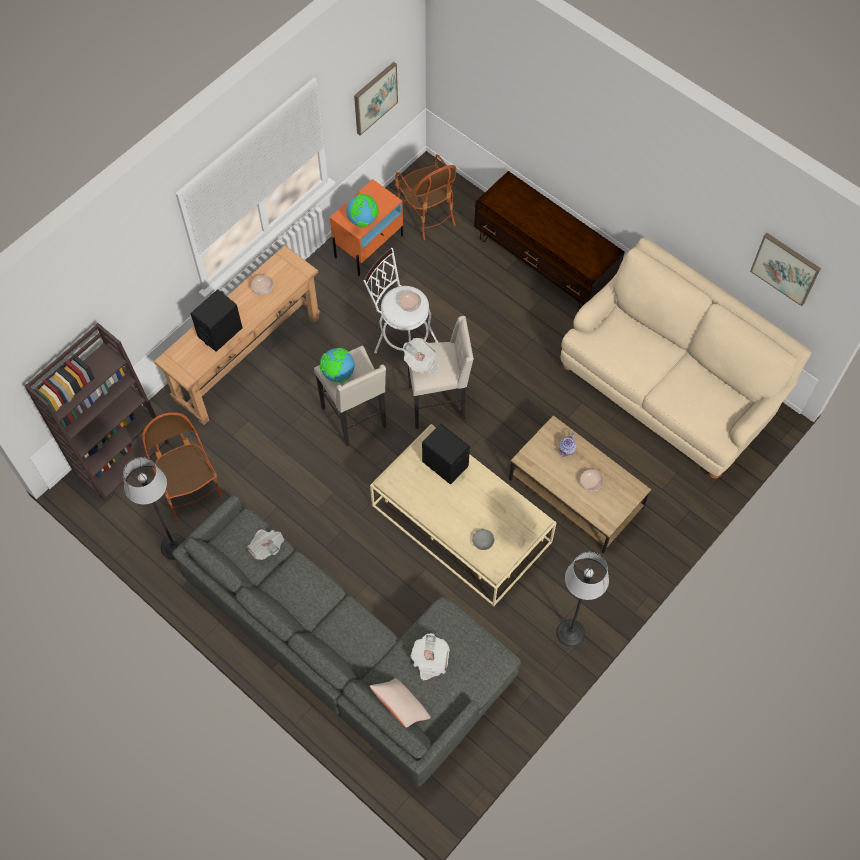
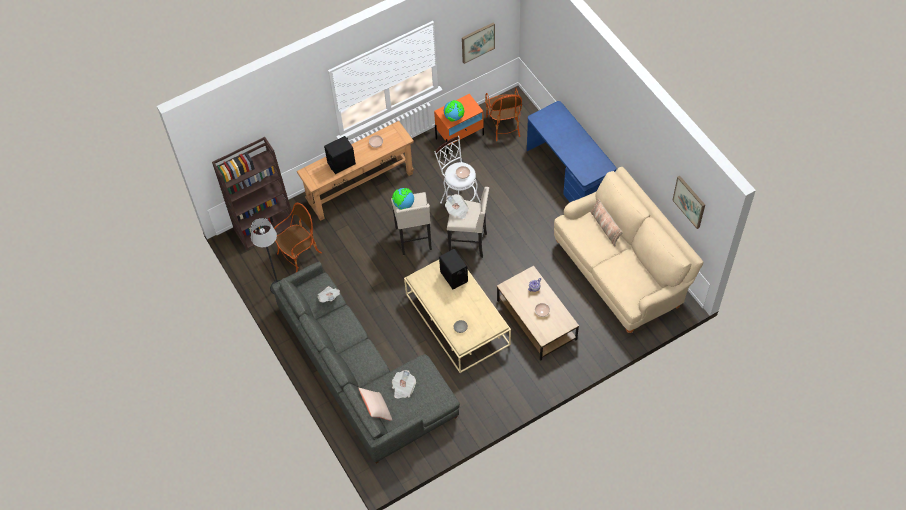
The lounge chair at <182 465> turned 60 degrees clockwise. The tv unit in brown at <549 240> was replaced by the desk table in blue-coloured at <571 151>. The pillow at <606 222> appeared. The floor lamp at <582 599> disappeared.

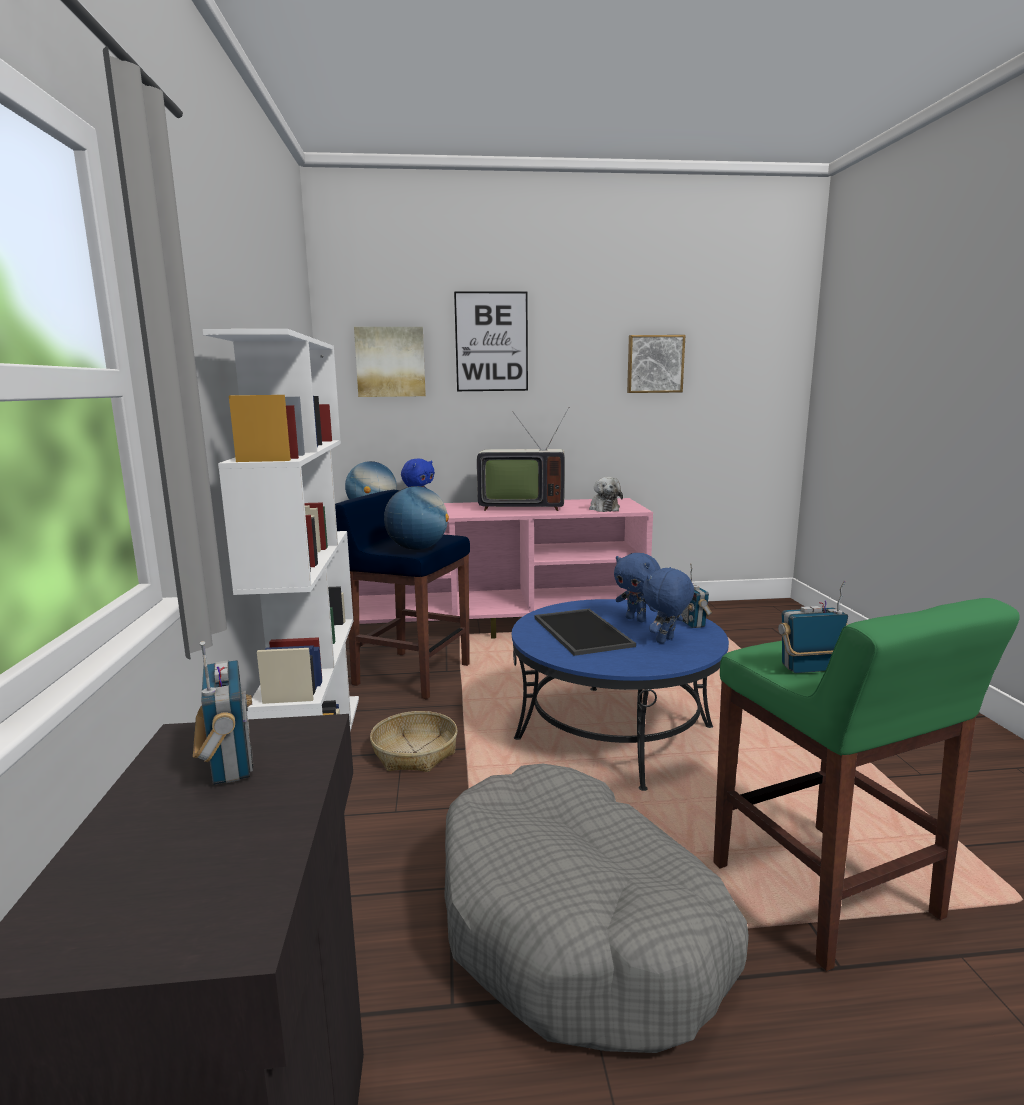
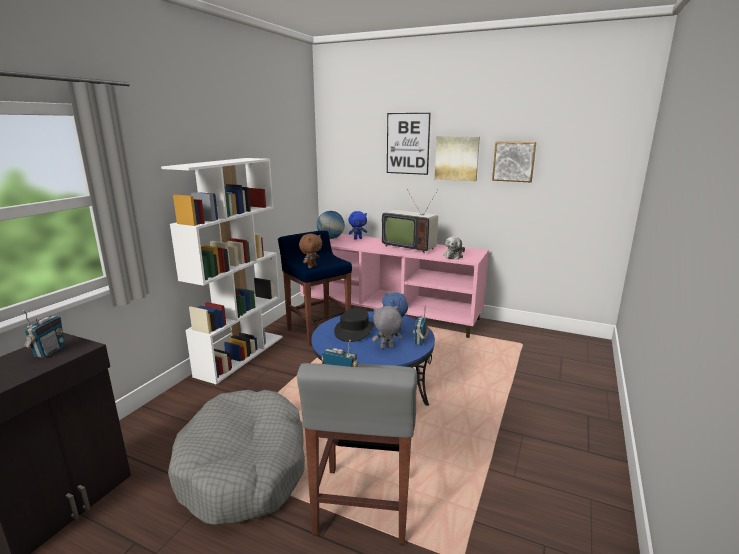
The sitting stool in green-coloured at <866 784> became the sitting stool in greyish at <357 454>. The world globe at <416 518> was replaced by the plush toy in brown at <310 251>. The carrying tray at <585 632> was replaced by the clothing hat in black at <354 325>. The plush toy in blue-coloured at <668 605> became the plush toy in greyish at <387 327>. The wall picture moved from <390 362> to <457 158>. The household basket at <414 741> disappeared.

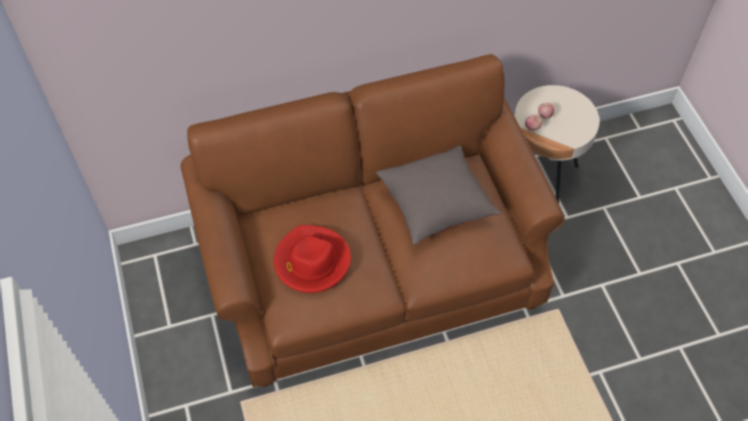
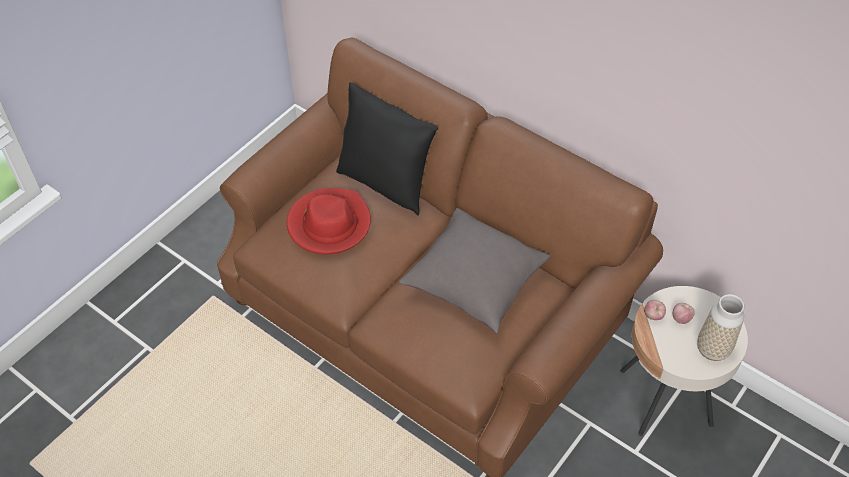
The pillow in black at <387 148> appeared. The vase at <720 327> appeared.

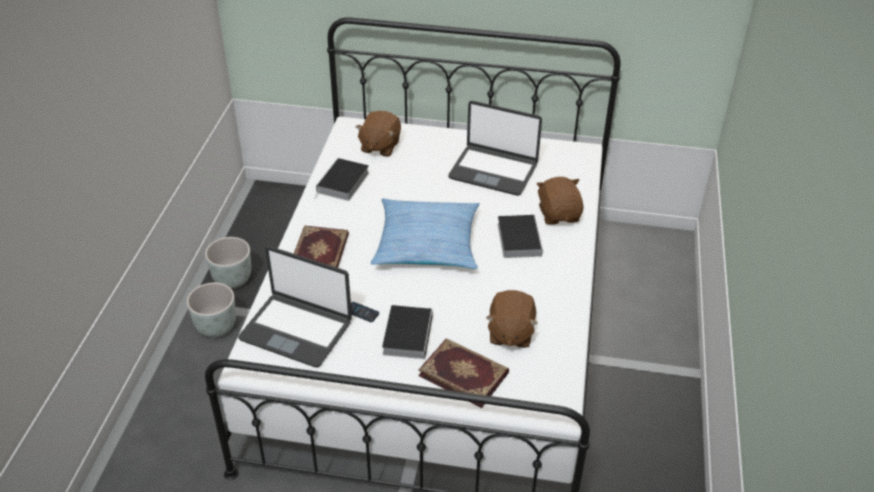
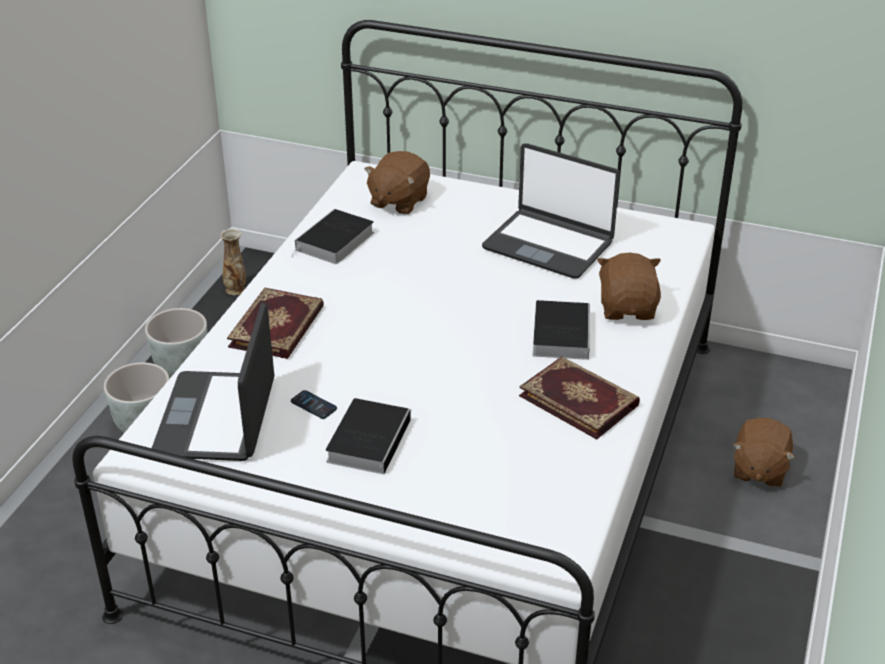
The portable computer at <295 306> turned 60 degrees clockwise. The vase at <233 261> appeared. The book moved from <463 373> to <579 398>. The plush toy in brown moved from <512 319> to <764 453>. The pillow at <425 234> disappeared.

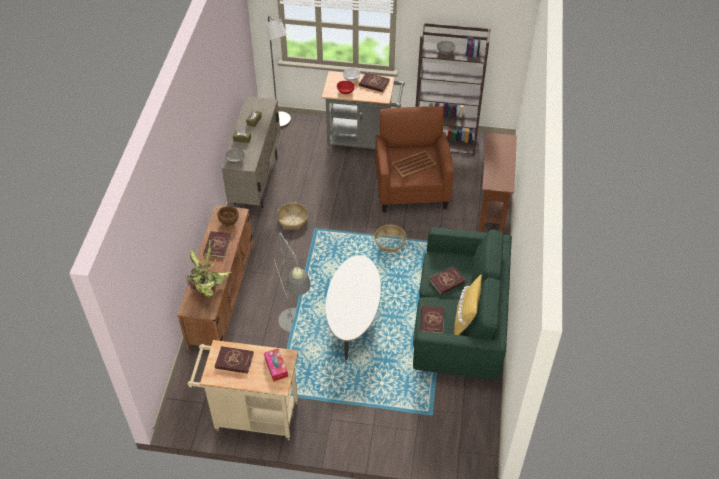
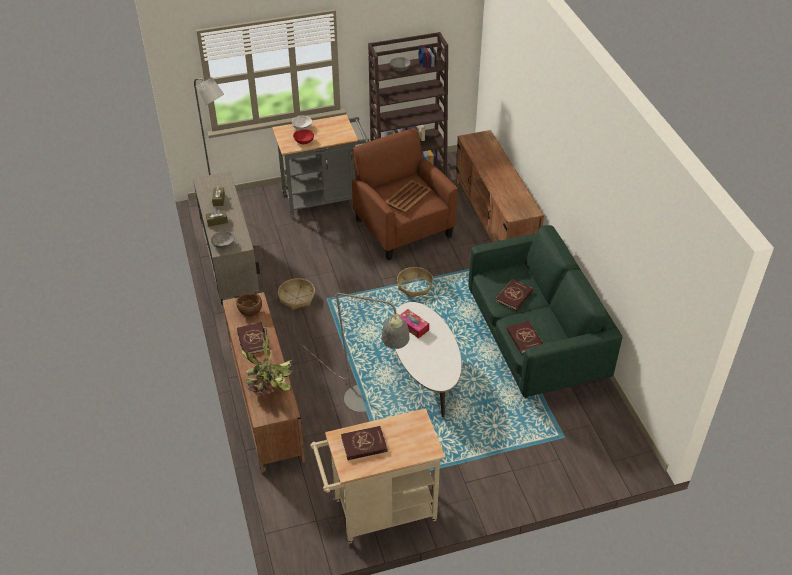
The tissue holder moved from <276 365> to <414 324>. The narrow table in brown at <497 182> was replaced by the tv unit in brown at <499 186>. The book in reddish at <374 82> disappeared. The pillow in yellow at <468 304> disappeared.

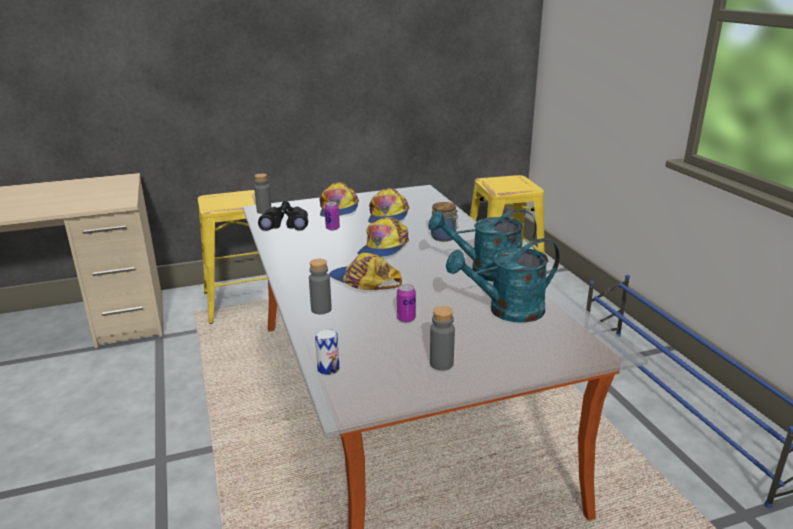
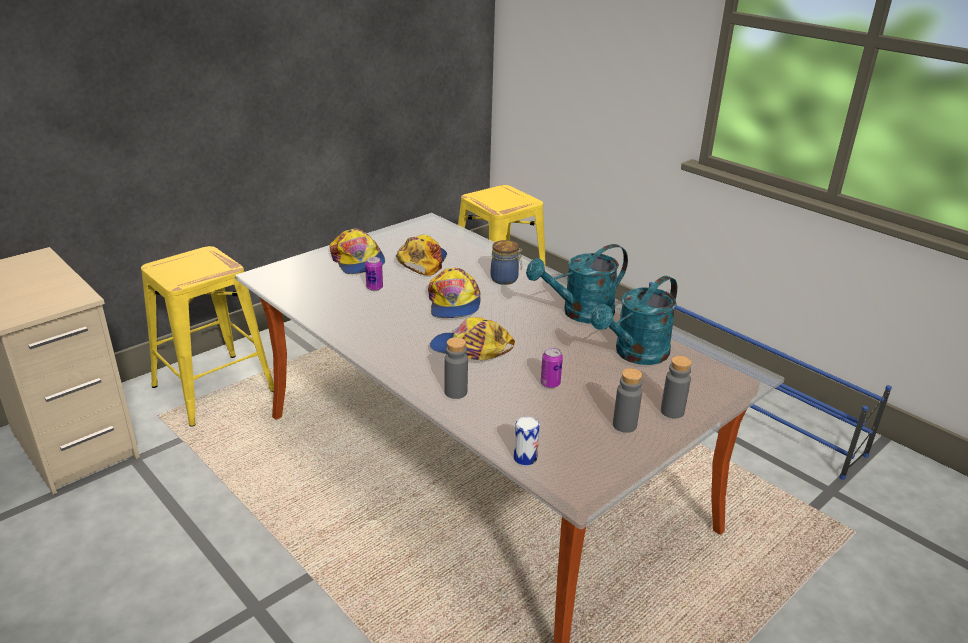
The baseball cap at <388 205> turned 150 degrees counterclockwise. The beverage bottle in greyish moved from <262 194> to <676 387>. The binoculars in black at <283 216> disappeared.

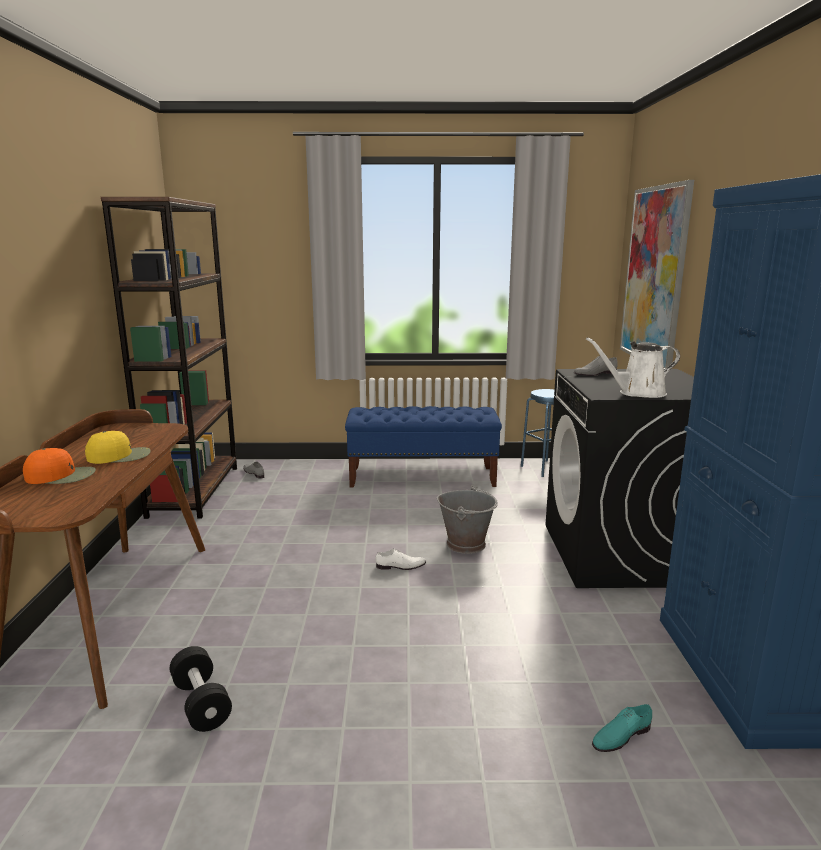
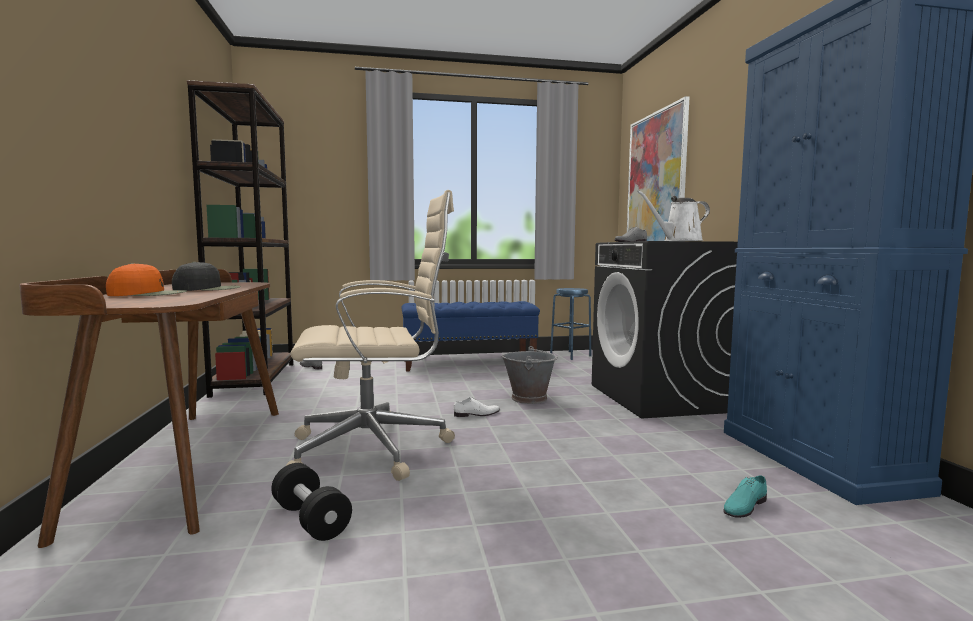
The baseball cap in yellow at <118 447> became the baseball cap in black at <206 276>. The desk chair in beige at <370 335> appeared.

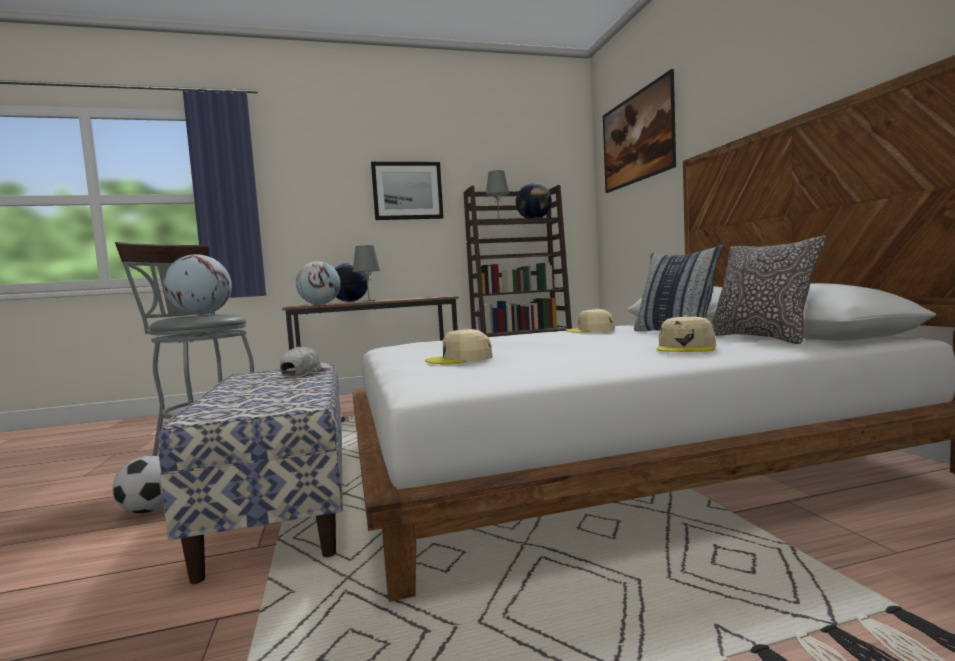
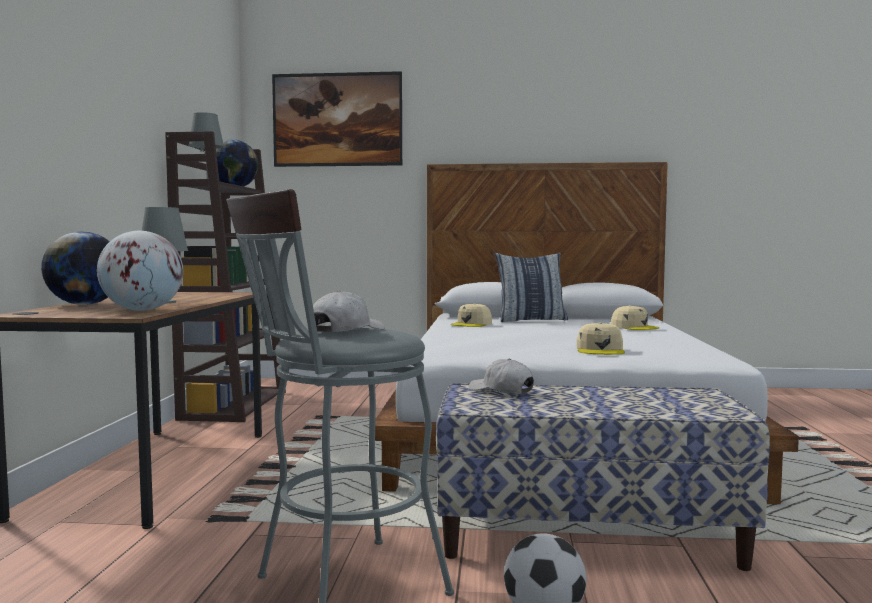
The world globe at <197 284> was replaced by the baseball cap in whitish at <349 311>. The wall picture at <407 191> disappeared. The pillow at <769 290> disappeared.

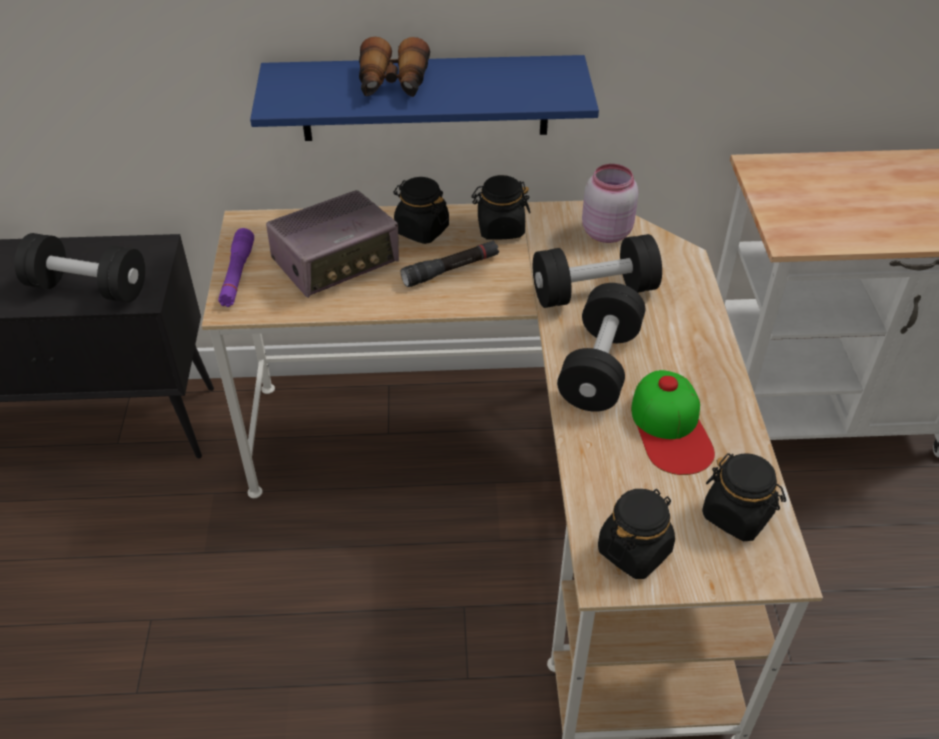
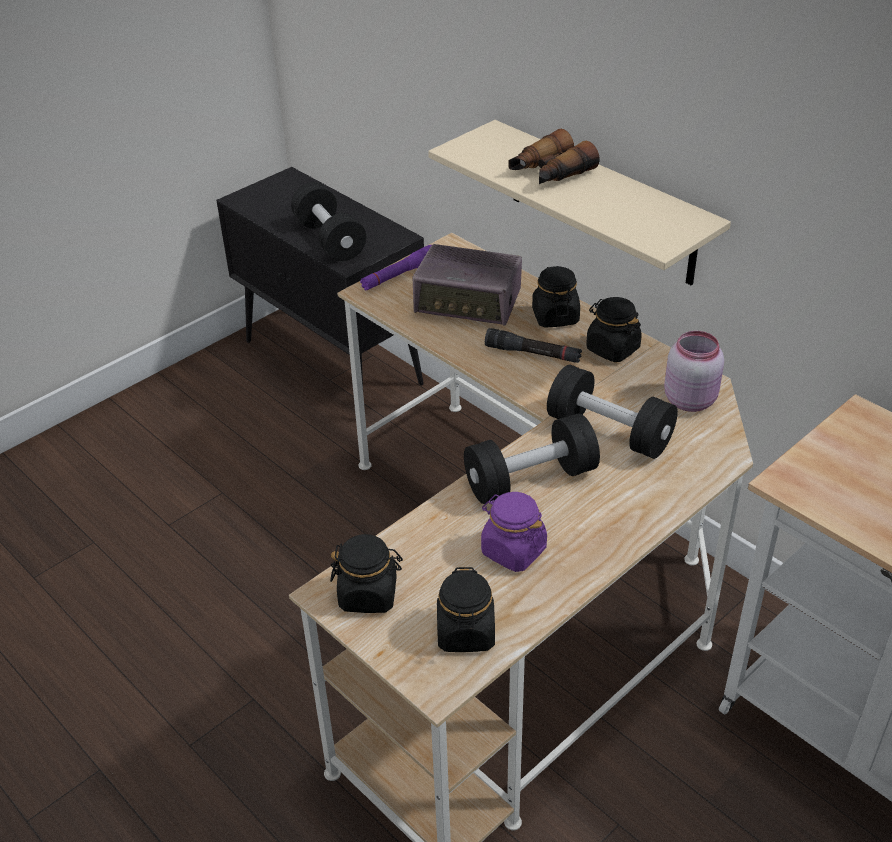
The bracket shelf in blue-coloured at <424 98> became the bracket shelf in beige at <579 203>. The baseball cap at <673 422> was replaced by the storage jar in purplish at <514 532>.

